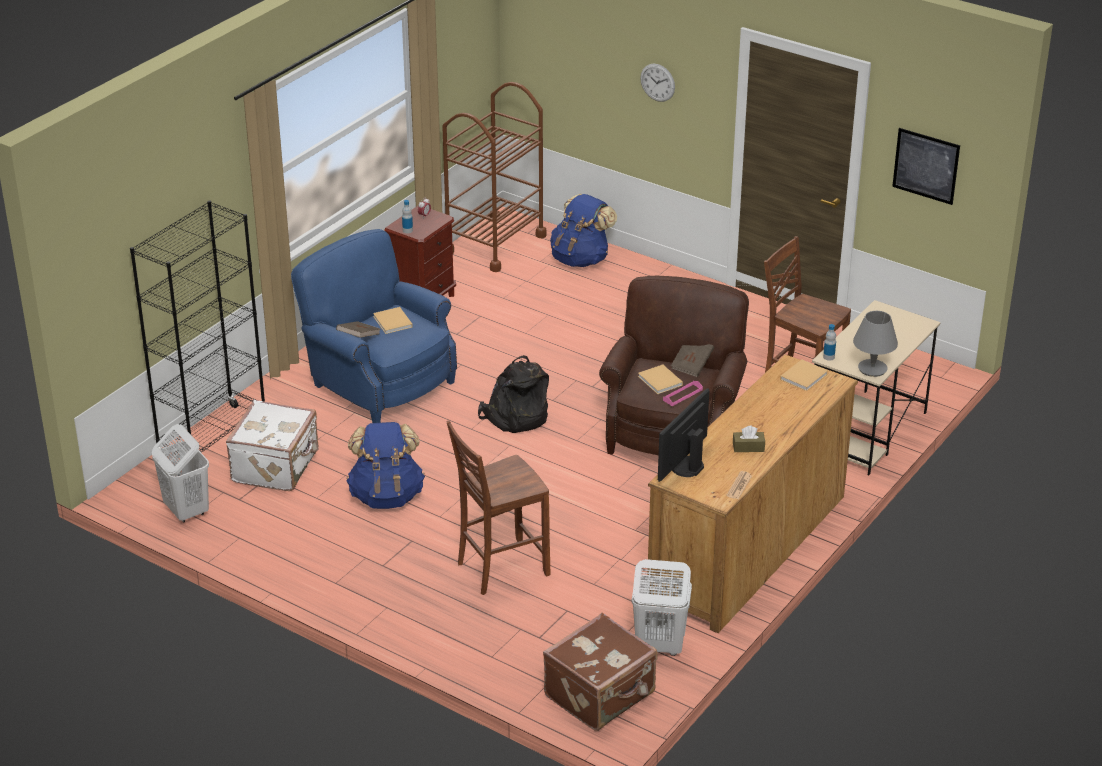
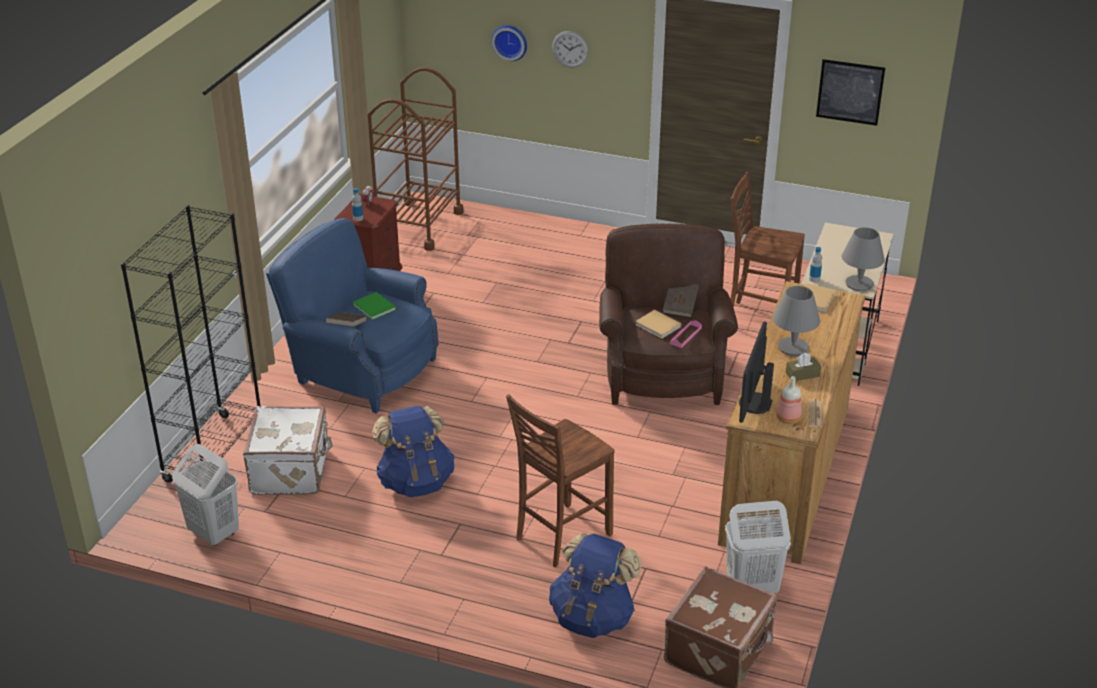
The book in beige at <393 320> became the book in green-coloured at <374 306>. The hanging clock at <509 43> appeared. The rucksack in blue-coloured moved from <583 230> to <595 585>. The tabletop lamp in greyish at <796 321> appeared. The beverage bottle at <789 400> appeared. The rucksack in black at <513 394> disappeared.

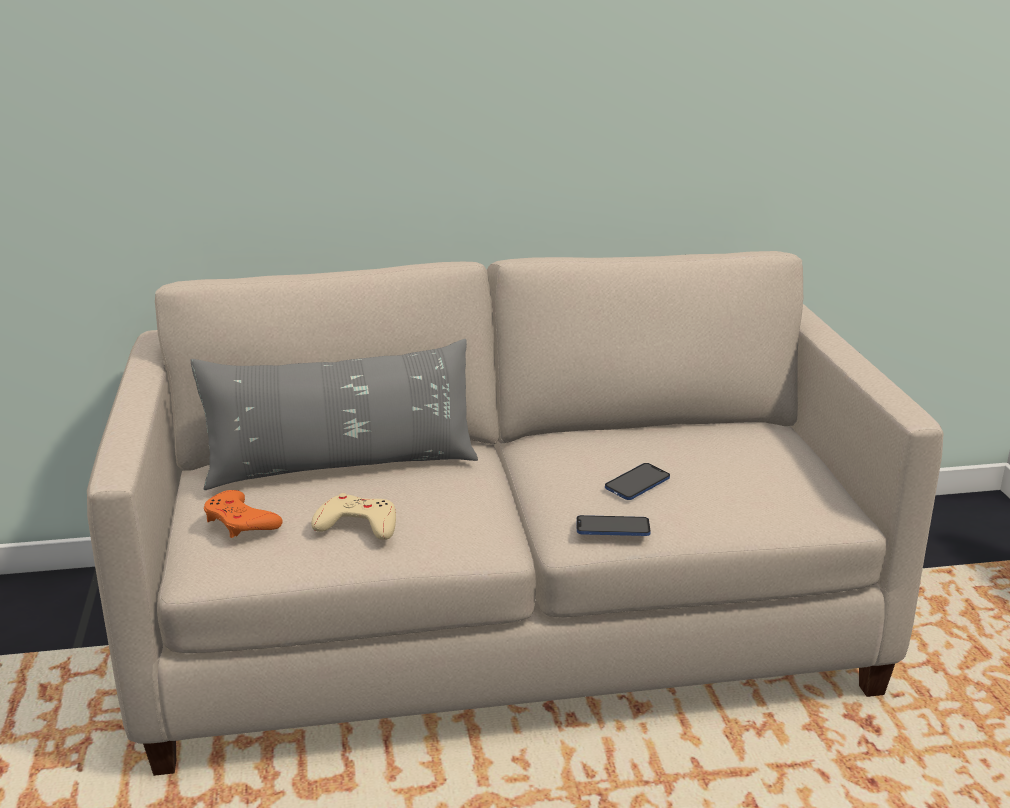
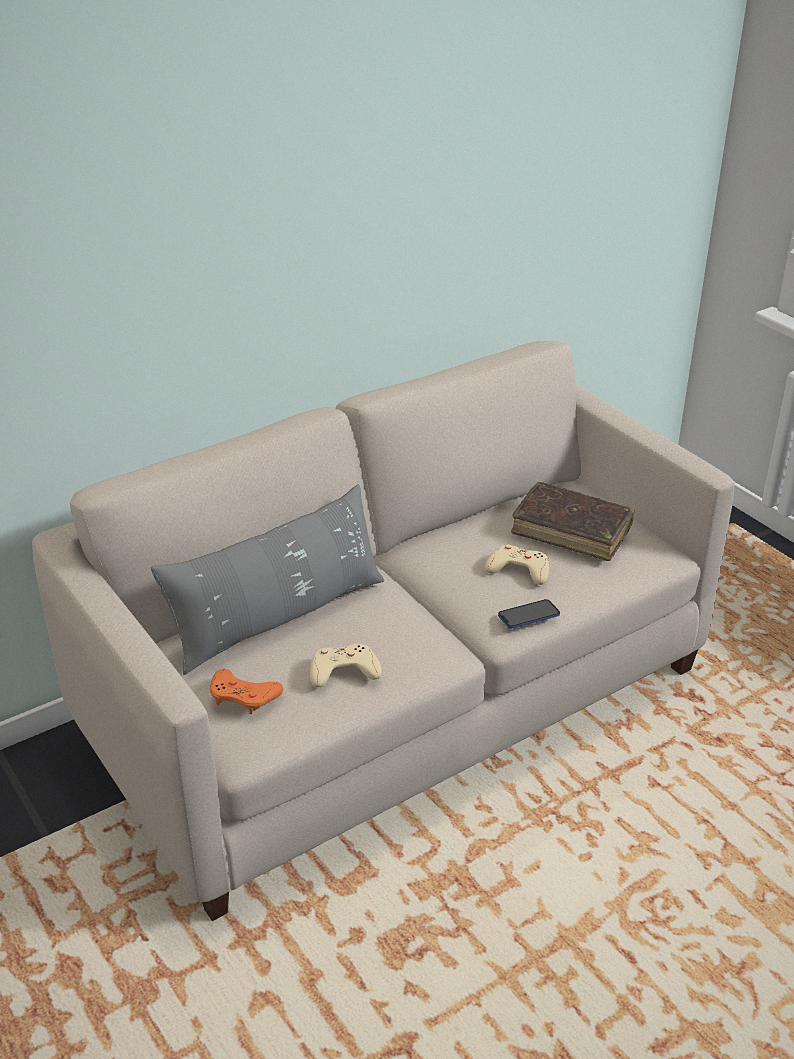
The telephone at <637 481> was replaced by the game controller in beige at <517 564>. The book in brown at <573 521> appeared.

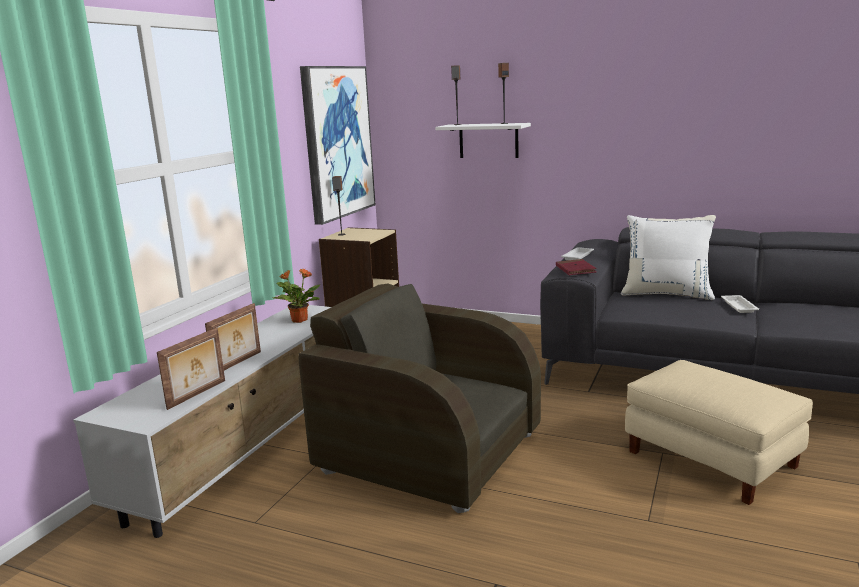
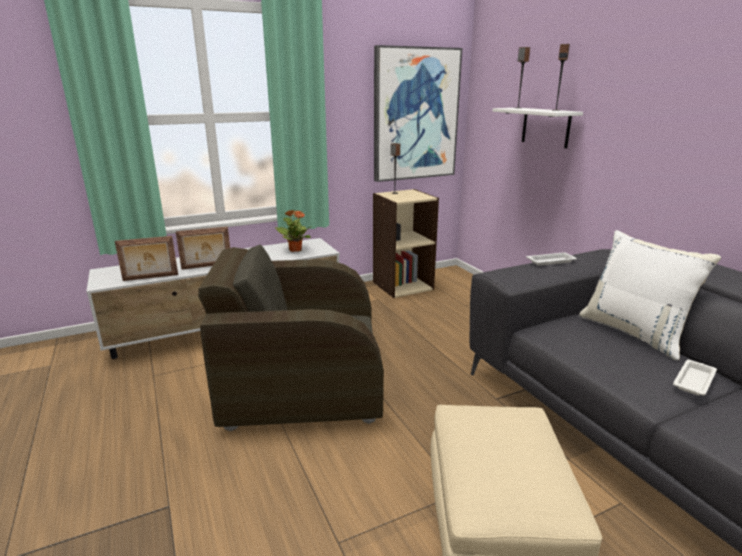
The lounge chair in brown at <419 398> turned 75 degrees counterclockwise. The book in reddish at <576 267> disappeared.

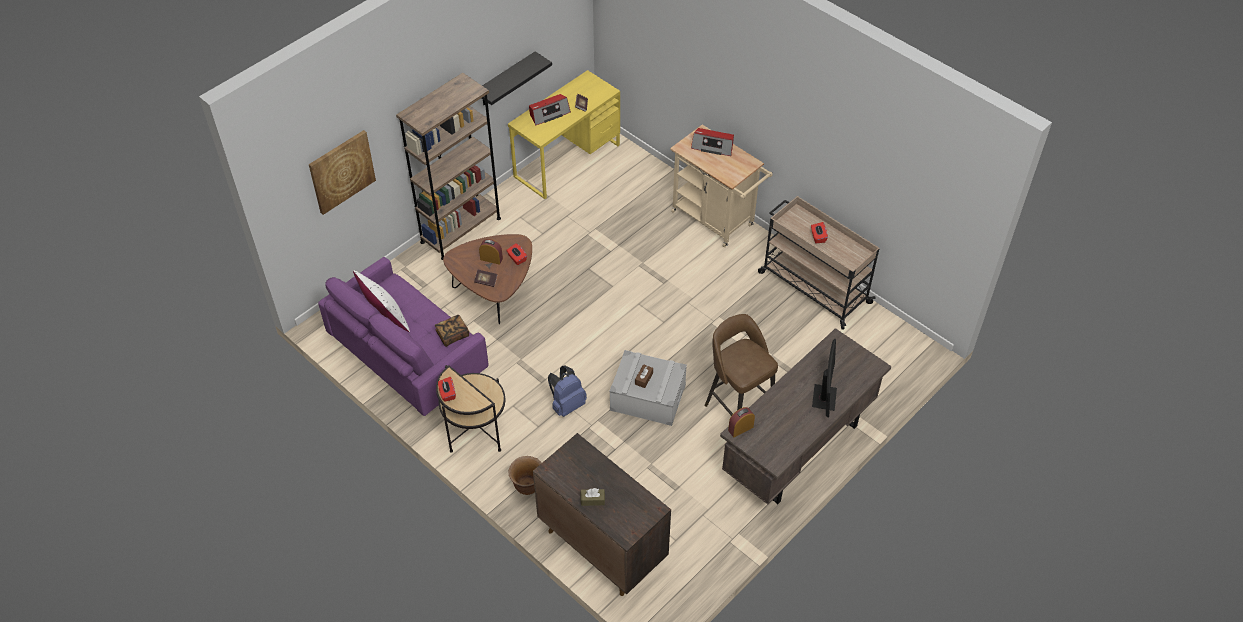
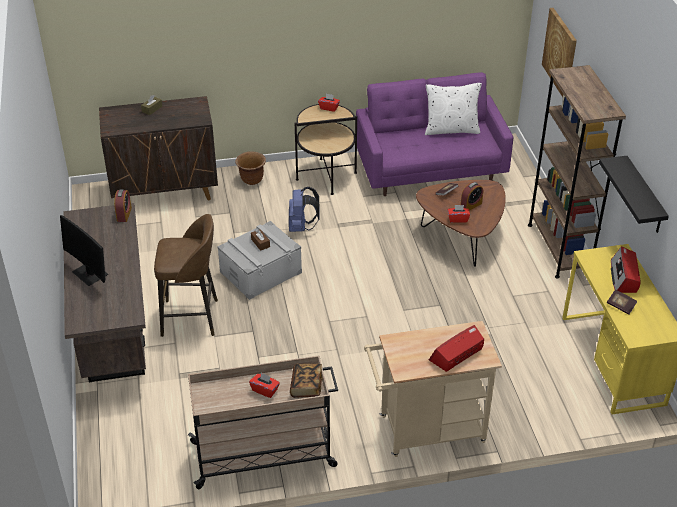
The book moved from <452 331> to <306 380>.

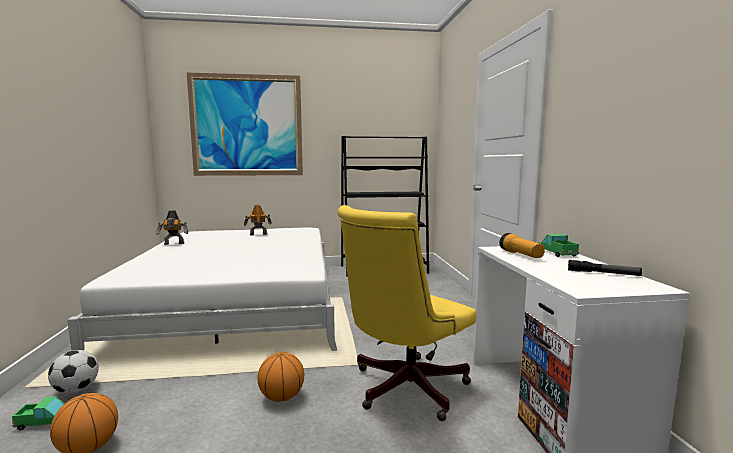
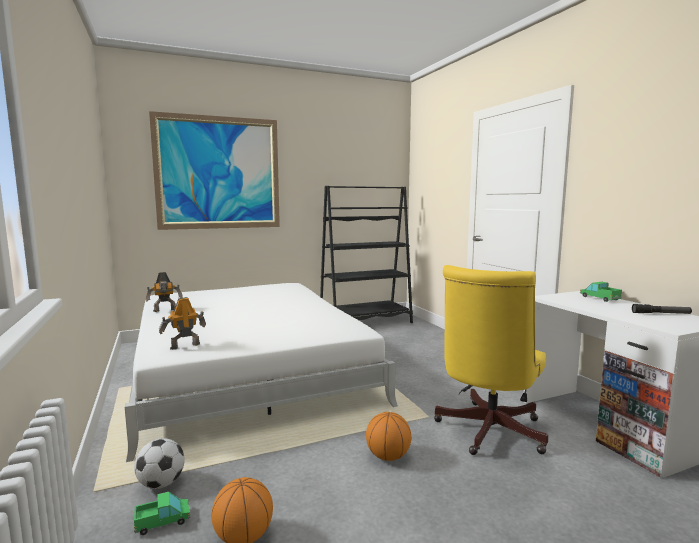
The toy robot moved from <258 220> to <182 323>. The flashlight at <522 245> disappeared.

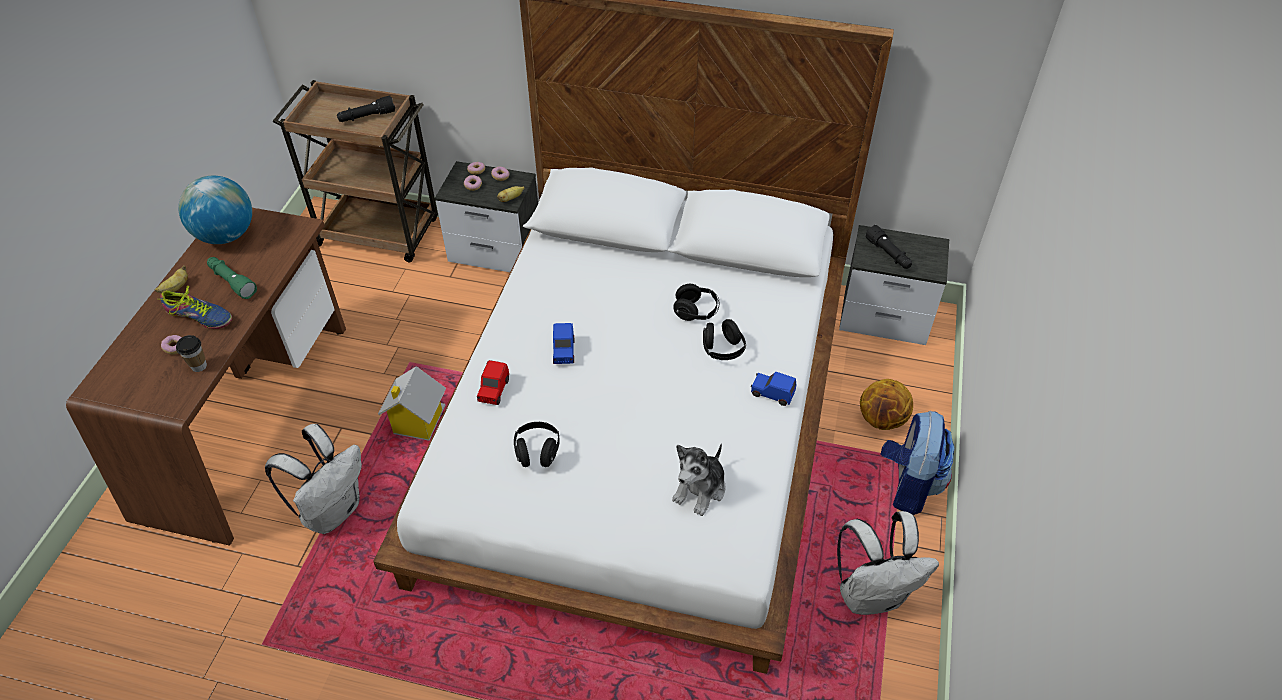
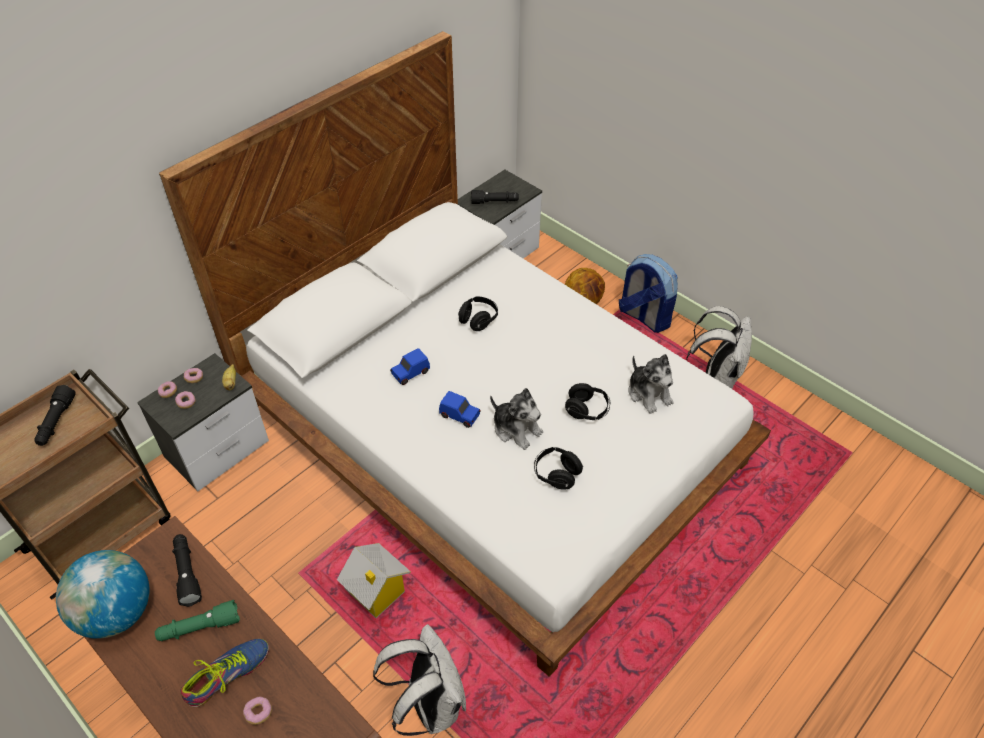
The flashlight in black at <187 570> appeared. The toy car in blue-coloured moved from <773 389> to <410 366>. The plush toy at <516 419> appeared. The pair of headphones in black moved from <724 339> to <587 401>. The whole banana at <171 279> disappeared. The small cup at <191 353> disappeared. The toy car in reddish at <493 382> disappeared.

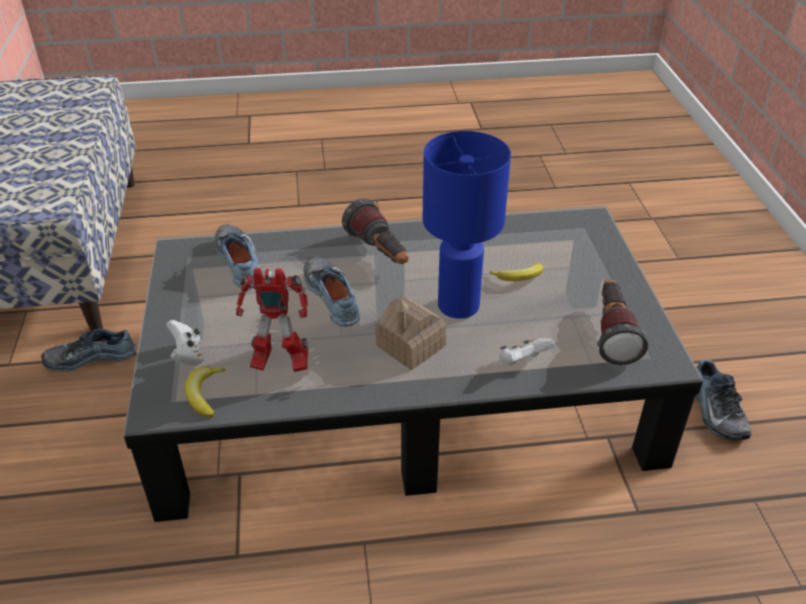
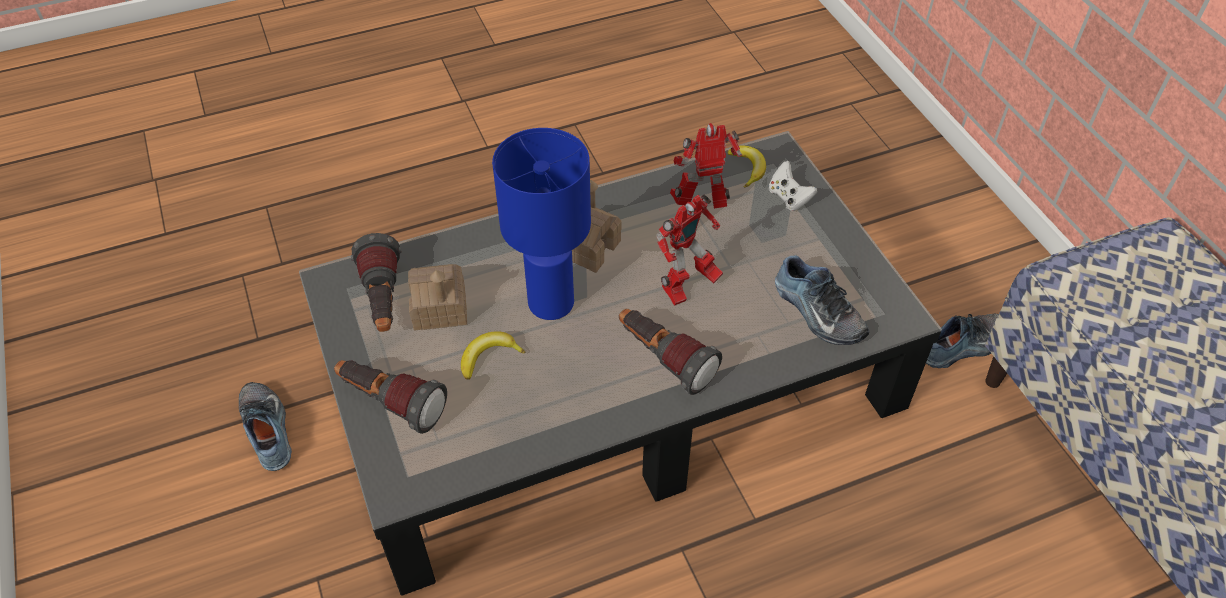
The flashlight at <390 397> appeared. The model house at <437 297> appeared. The item of footwear at <332 292> was replaced by the toy robot at <689 250>. The game controller in whitish at <526 352> disappeared.

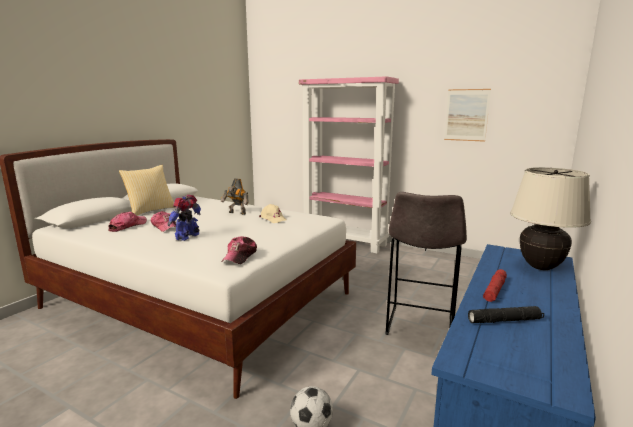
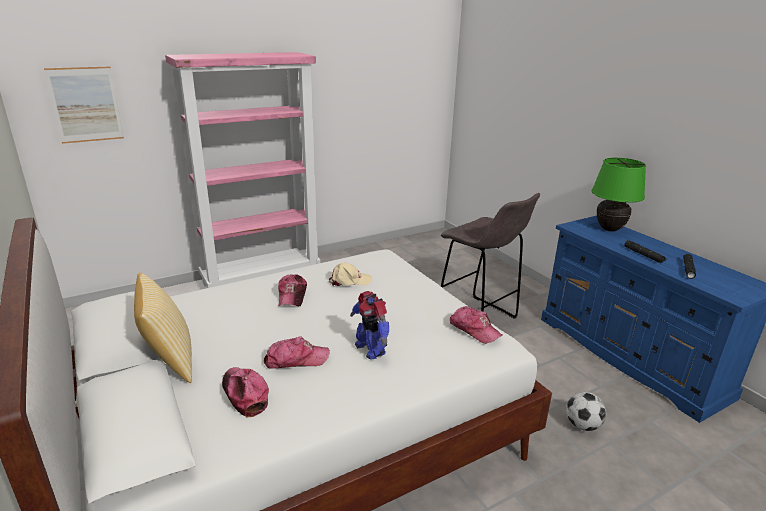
The wall picture moved from <467 115> to <84 105>. The toy robot at <235 196> was replaced by the baseball cap at <292 290>. The tabletop lamp in beige at <550 218> became the tabletop lamp in green-coloured at <619 195>. The flashlight in reddish at <495 285> became the flashlight in black at <645 251>.

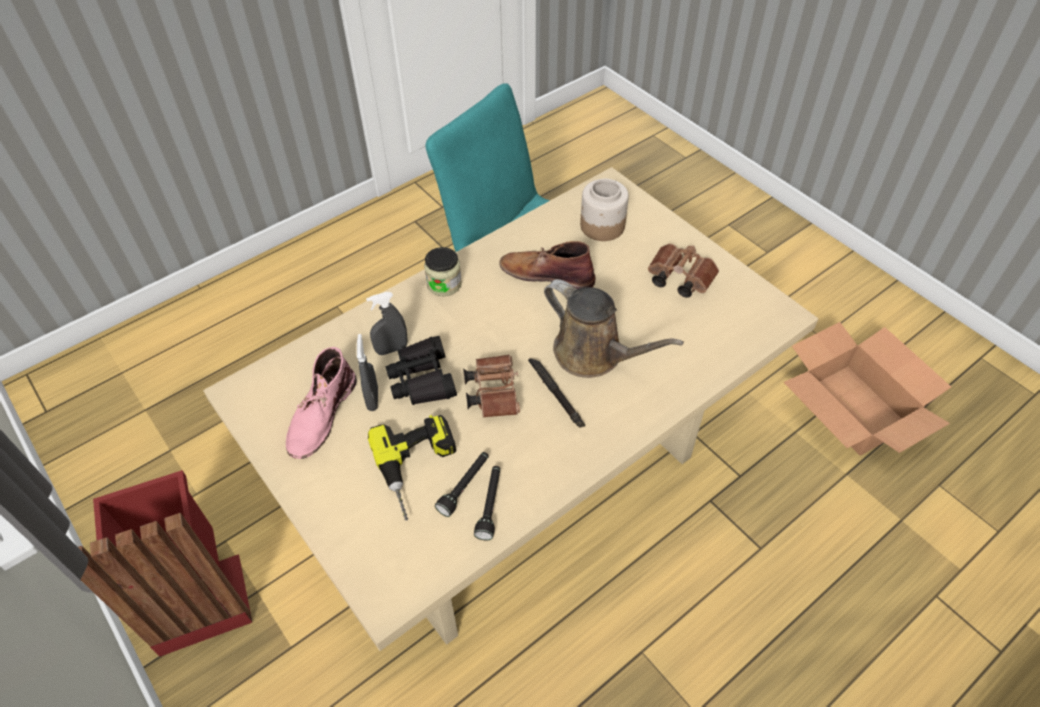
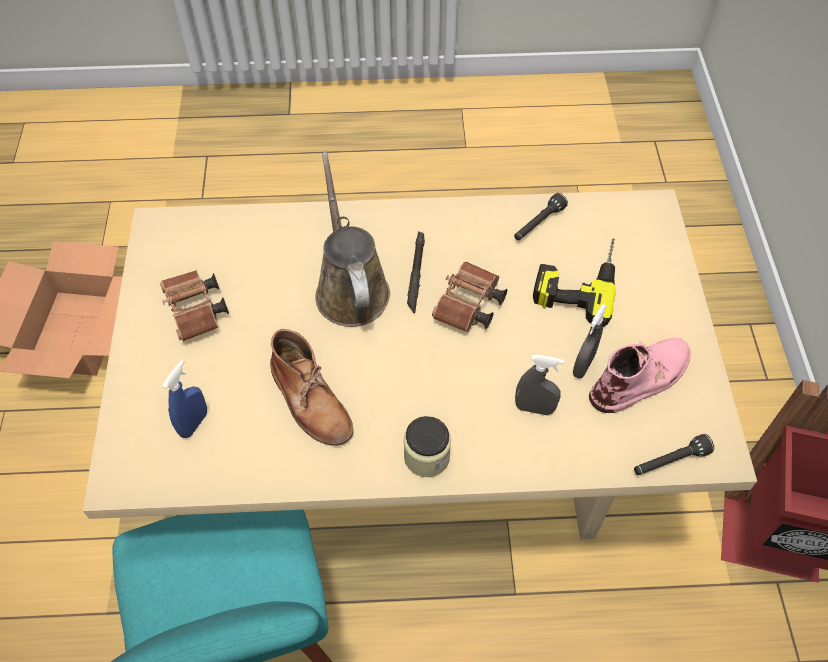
The storage jar at <604 210> was replaced by the hand sprayer in blue-coloured at <184 399>. The flashlight in black moved from <462 484> to <674 454>. The binoculars in black at <421 370> disappeared.

